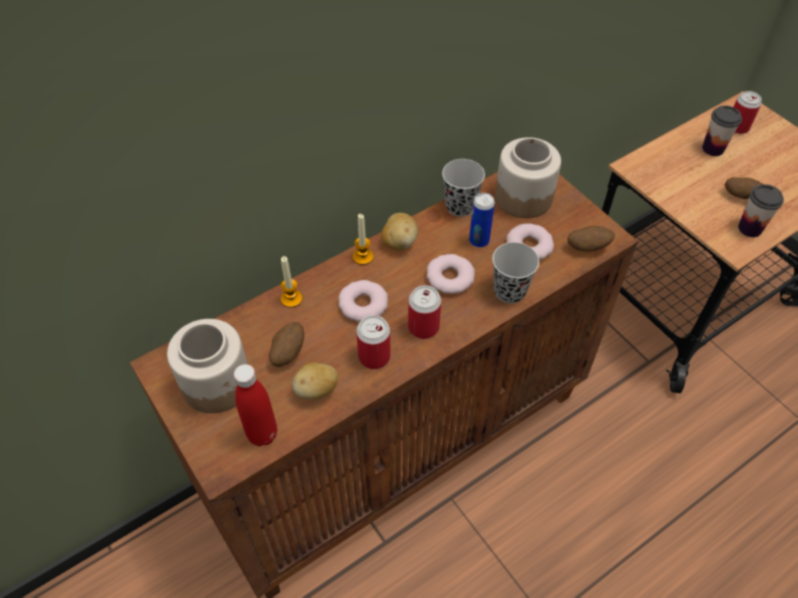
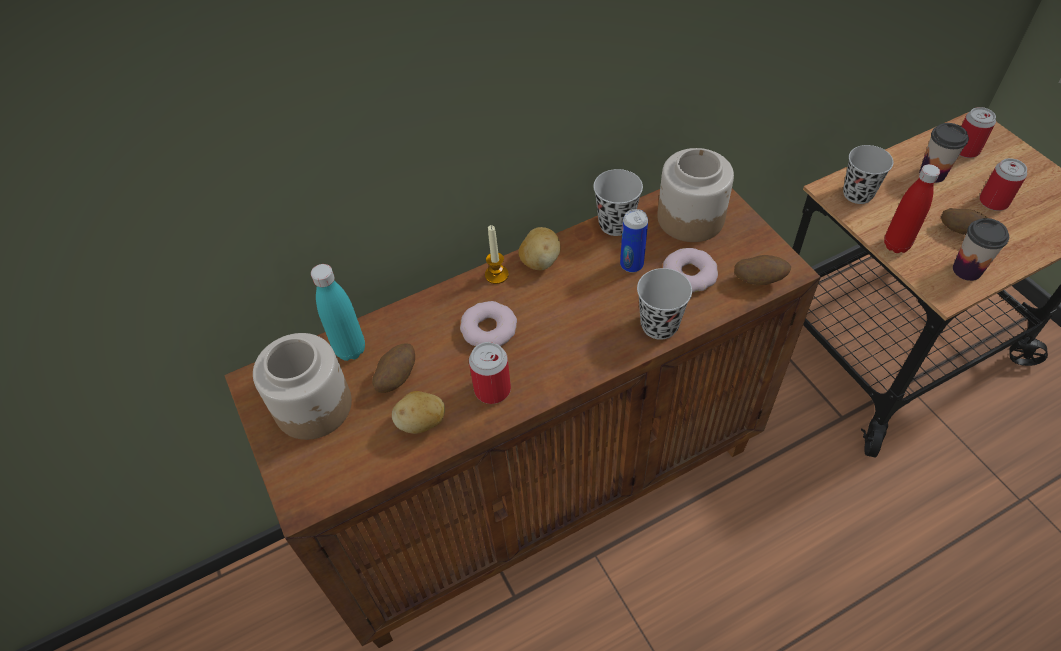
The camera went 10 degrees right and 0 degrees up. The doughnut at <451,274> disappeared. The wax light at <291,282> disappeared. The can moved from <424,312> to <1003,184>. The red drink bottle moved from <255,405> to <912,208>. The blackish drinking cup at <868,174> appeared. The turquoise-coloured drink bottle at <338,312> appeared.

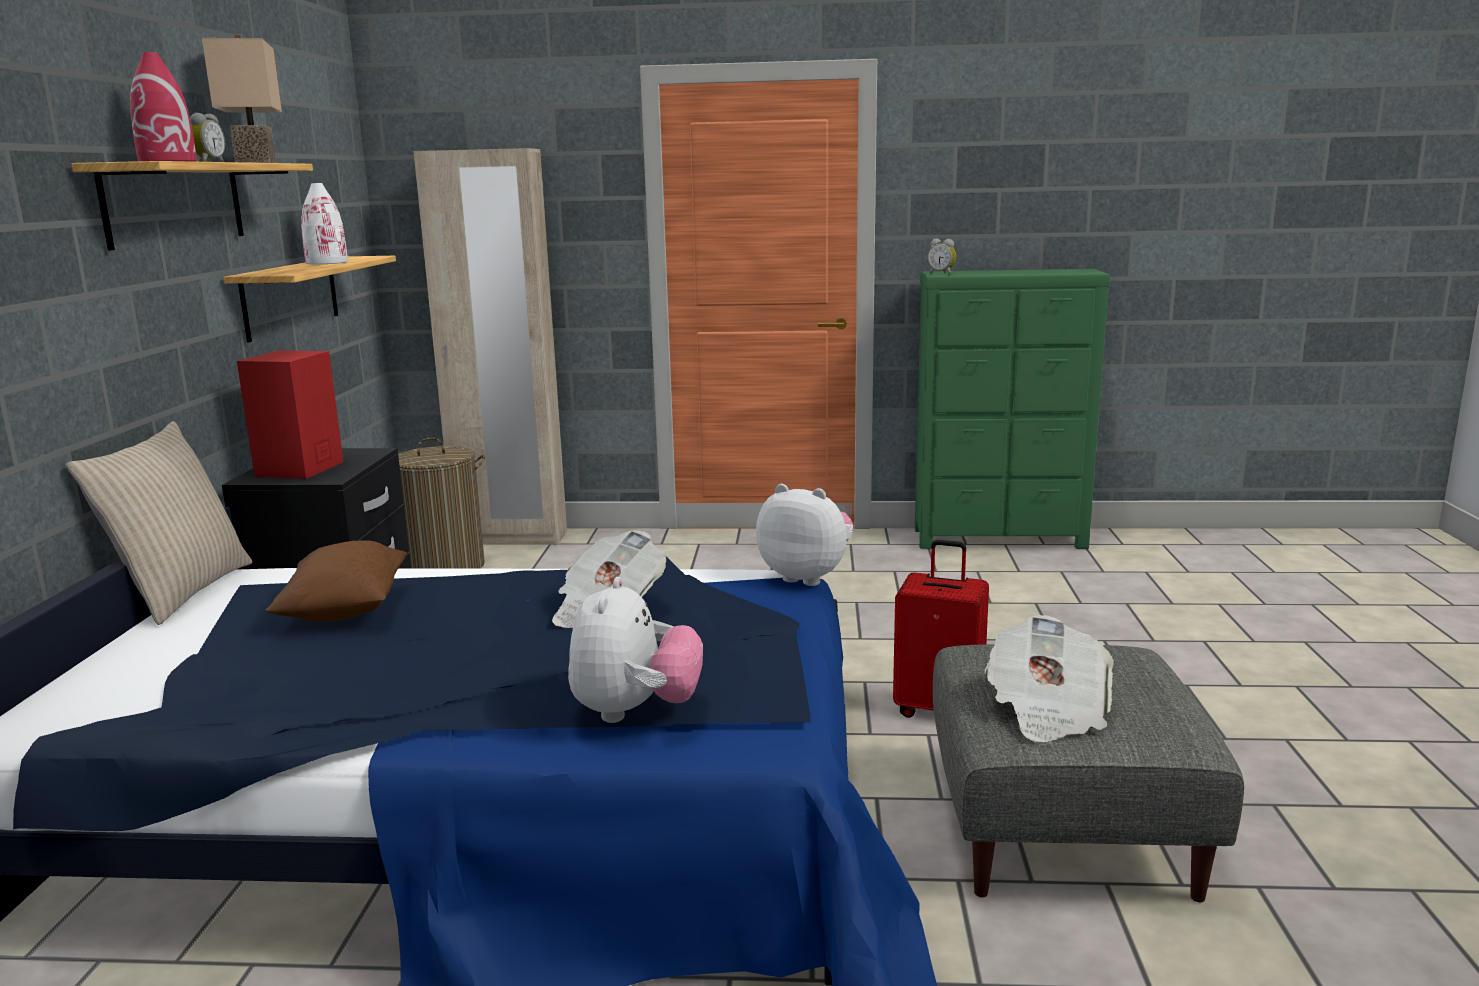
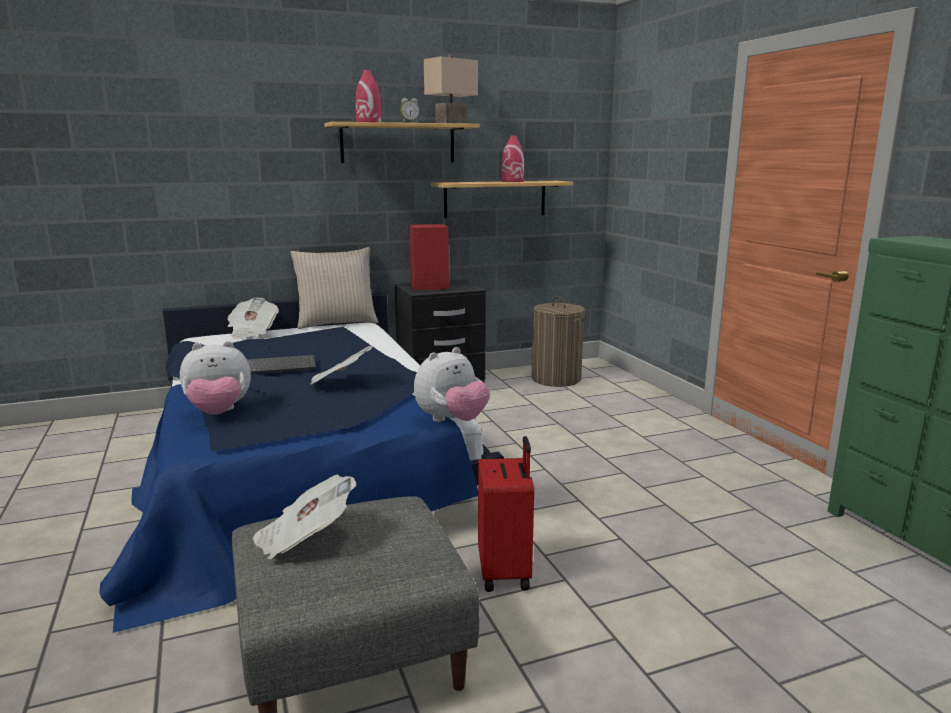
The camera went 65 degrees right and 0 degrees up. The beige-coloured armoire at <490,346> disappeared. The whitish flower vase at <324,223> became the red flower vase at <512,158>. The table clock at <942,256> disappeared. The soft toy at <805,535> turned 45 degrees clockwise. The brown throw pillow at <336,581> disappeared. The daily paper at <253,318> appeared. The computer keyboard at <281,364> appeared.

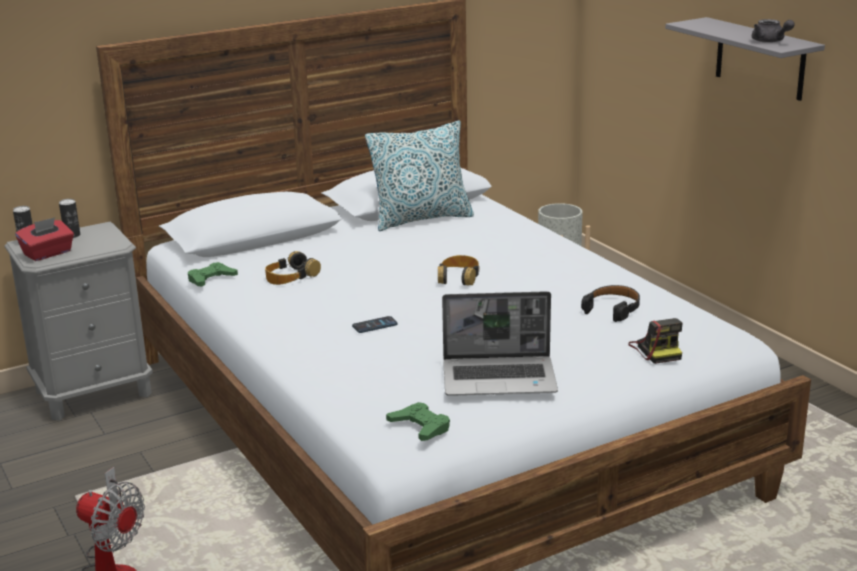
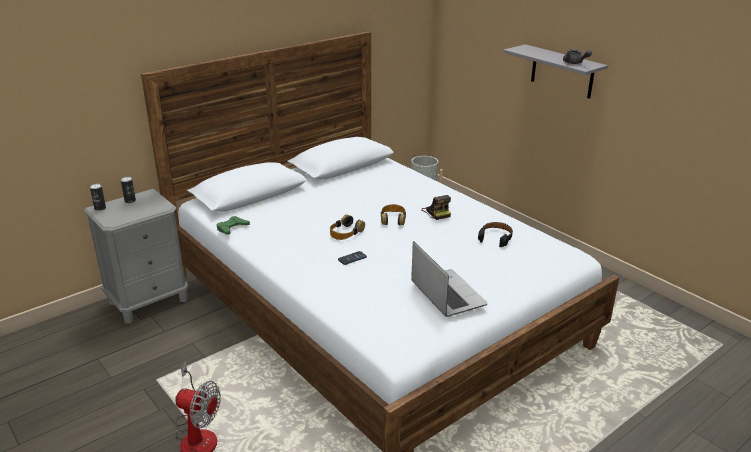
The camera went 10 degrees left and 5 degrees up. The throw pillow at <419,175> disappeared. The red tissue holder at <44,239> disappeared. The headphones moved from <293,268> to <347,227>. The laptop at <500,343> turned 105 degrees counterclockwise. The still camera moved from <655,341> to <436,207>. The greenish joypad at <418,421> disappeared.

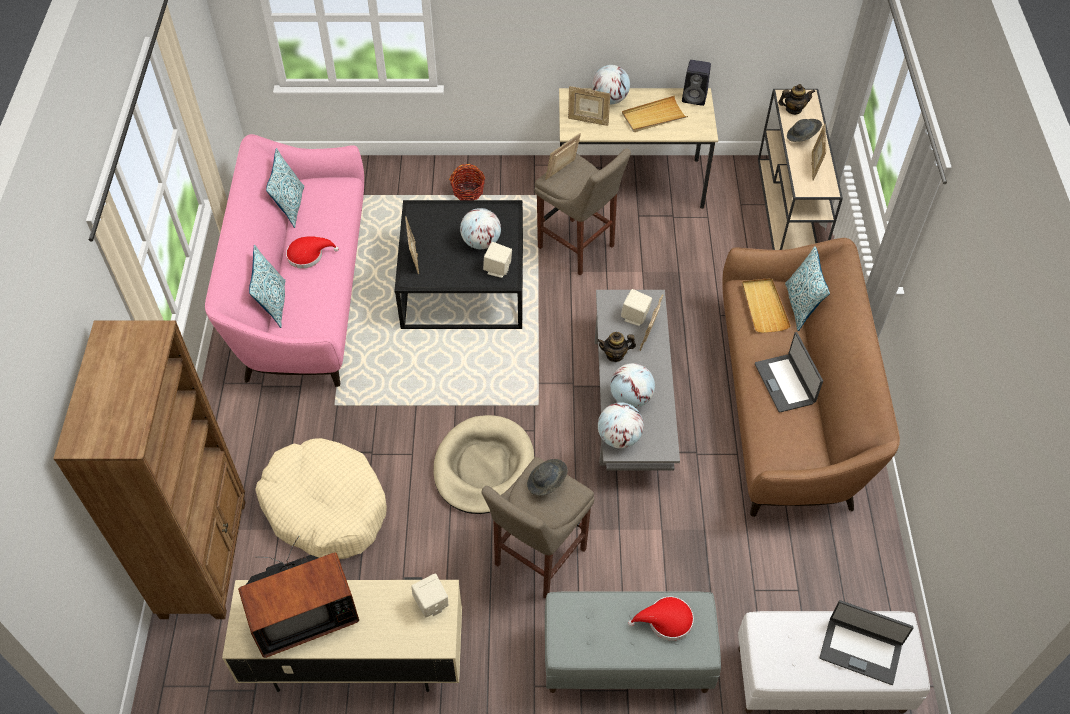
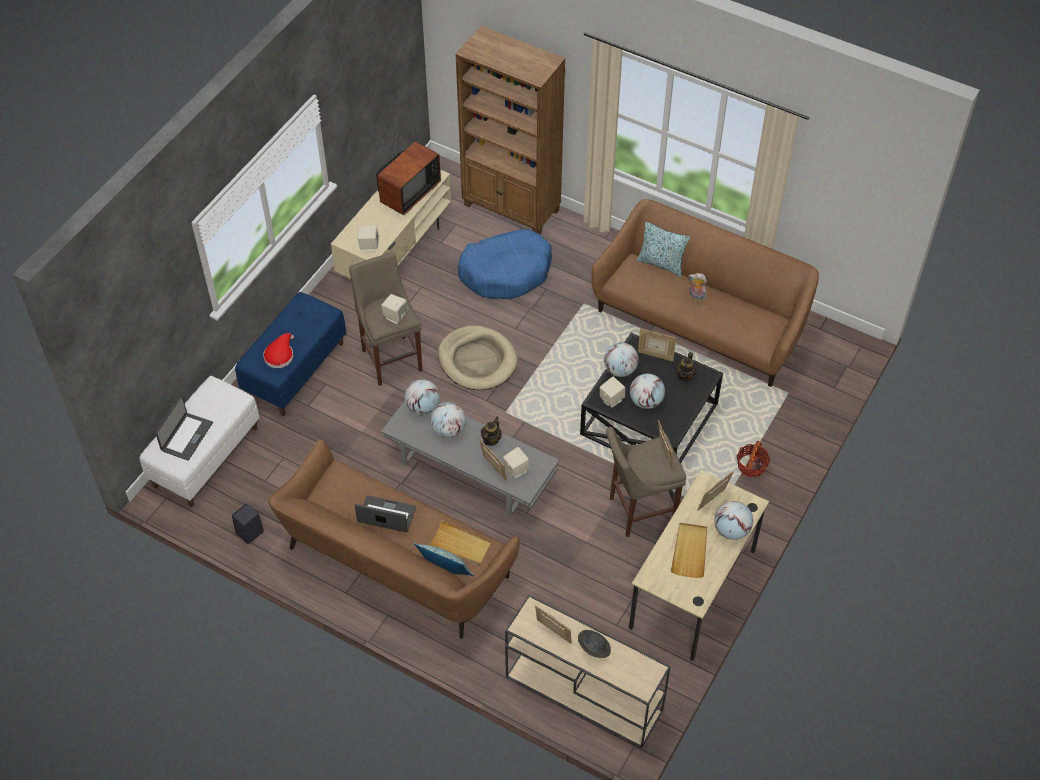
The camera went 120 degrees right and 0 degrees up. The blackish loudspeaker moved from <696,83> to <248,523>. The tea pot moved from <796,99> to <685,367>. The pink sofa at <284,260> became the brown sofa at <705,293>. The throw pillow at <285,188> disappeared. The red clothing hat at <312,252> was replaced by the soft toy at <698,286>. The beige-coloured dog bed at <321,498> became the blue-coloured dog bed at <505,264>. The grey clothing hat at <547,477> was replaced by the beige-coloured loudspeaker at <394,309>. The television at <298,597> turned 150 degrees counterclockwise. The grey bench at <633,642> became the blue-coloured bench at <290,354>. The laptop at <866,642> turned 150 degrees clockwise. The desk globe at <621,359> appeared.

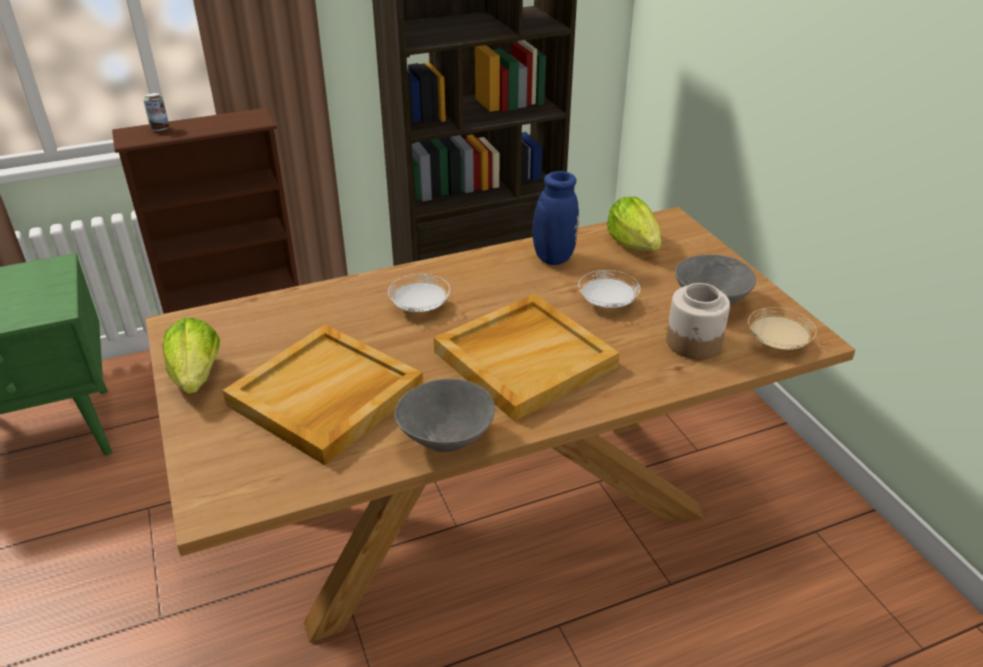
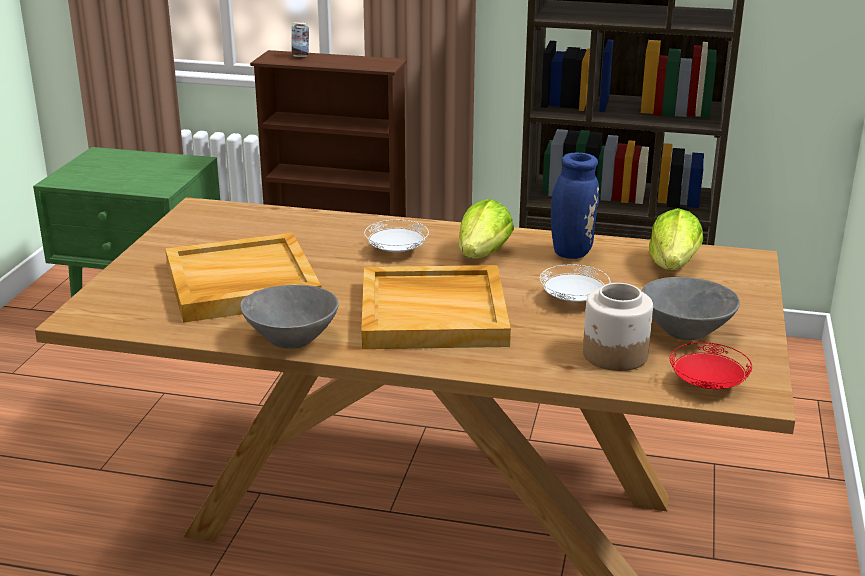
The camera went 35 degrees right and 10 degrees down. The beige-coloured flat dish at <782,328> became the red flat dish at <711,365>. The lettuce moved from <191,356> to <486,228>.

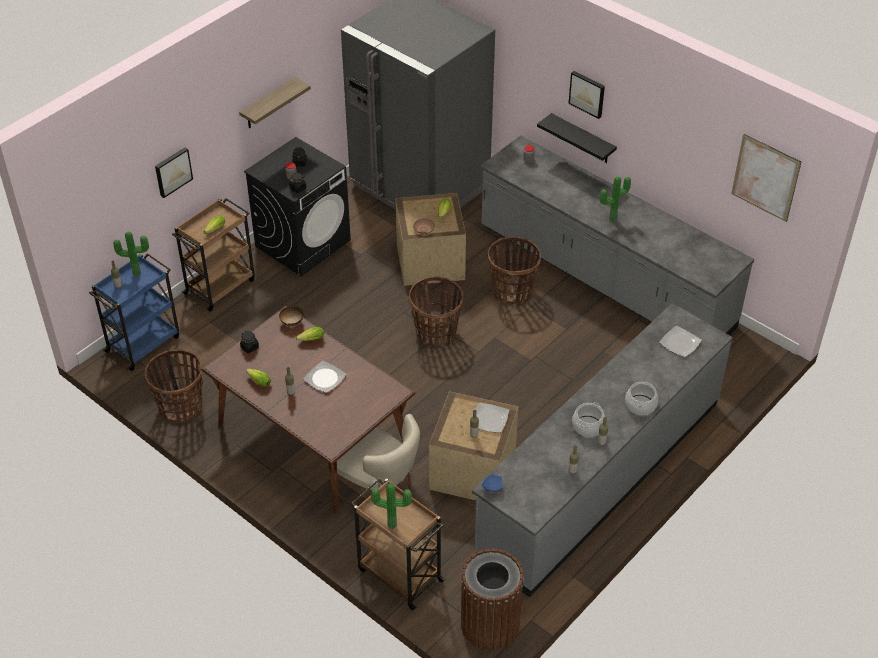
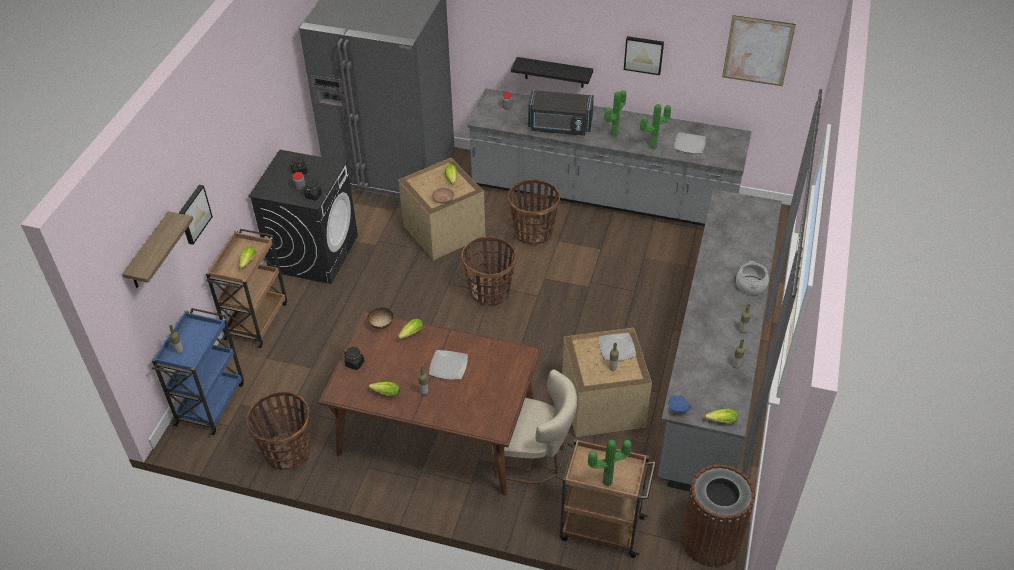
The camera went 25 degrees left and 0 degrees up. The wall art moved from <586,95> to <644,55>. The wall shelf moved from <275,103> to <157,249>. The potted plant moved from <131,254> to <655,127>. The flat dish moved from <680,341> to <690,142>. The saucepot at <588,419> disappeared. The blackish kitchen microwave at <561,113> appeared. The lettuce at <721,416> appeared.

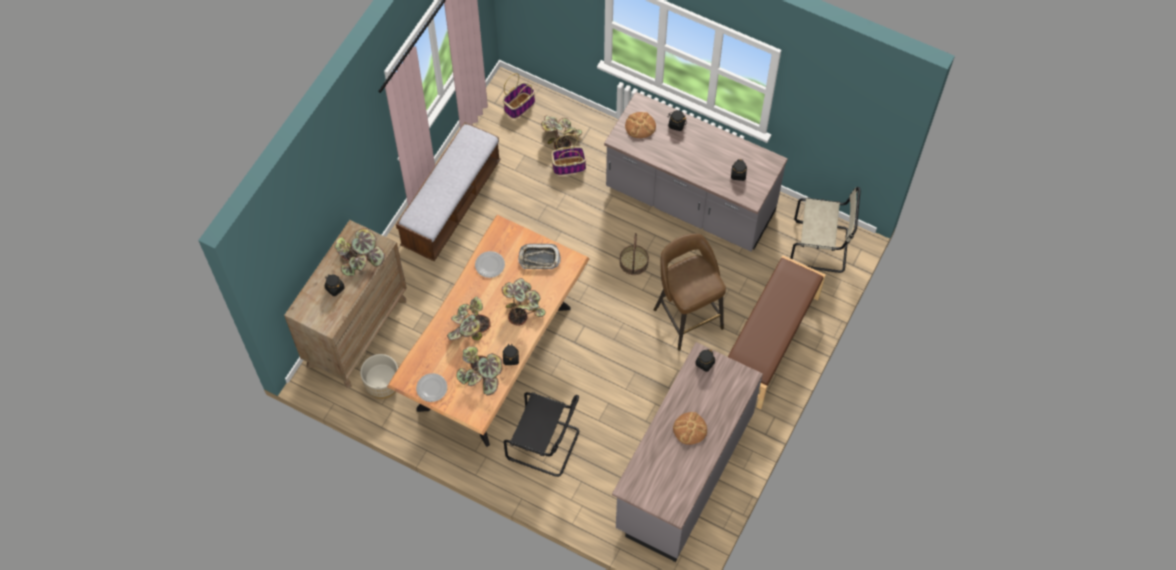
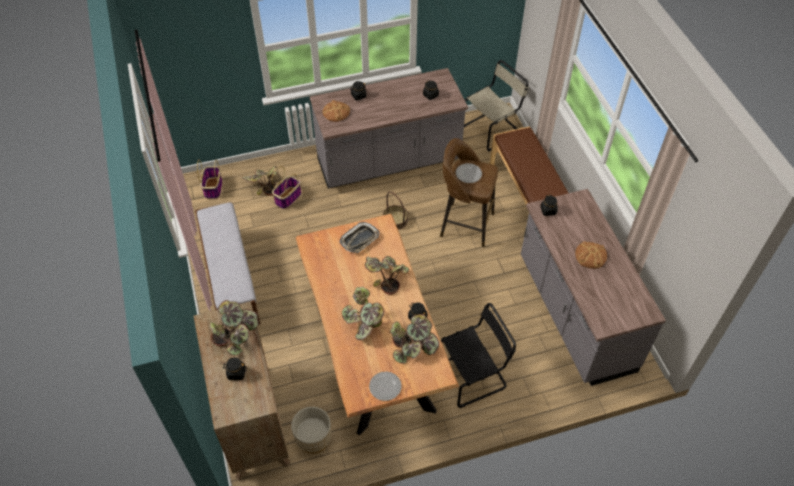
The camera went 45 degrees left and 10 degrees down. The flat dish moved from <490,264> to <468,173>.

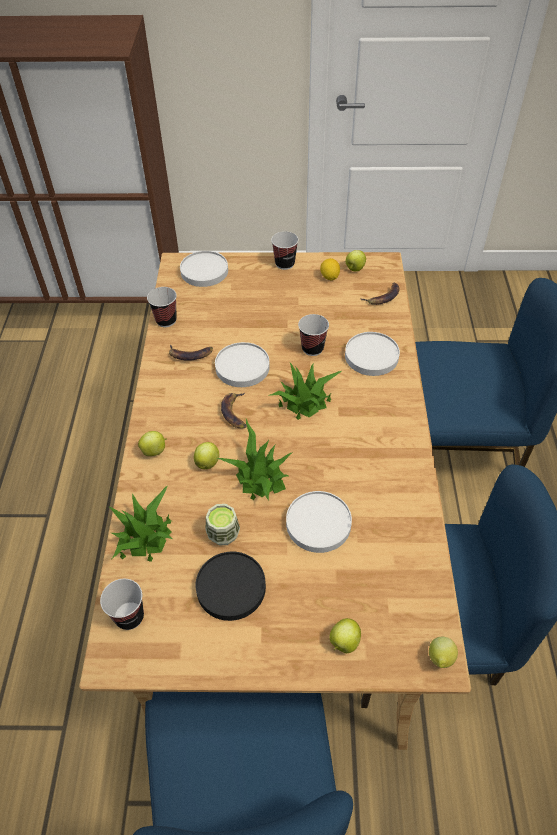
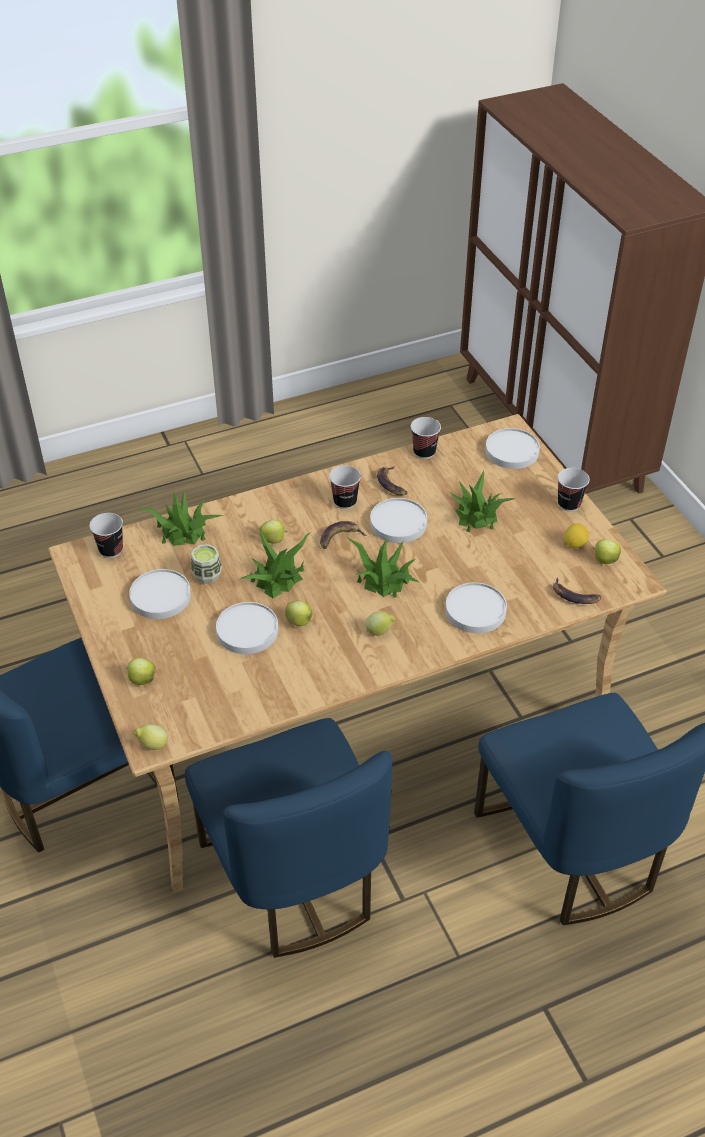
The camera went 65 degrees right and 5 degrees down. The drinking cup moved from <313,335> to <345,487>. The apple moved from <152,443> to <298,613>. The blackish flat dish at <231,586> became the whitish flat dish at <160,594>. The potted plant at <482,501> appeared. The citrus fruit at <380,623> appeared.

